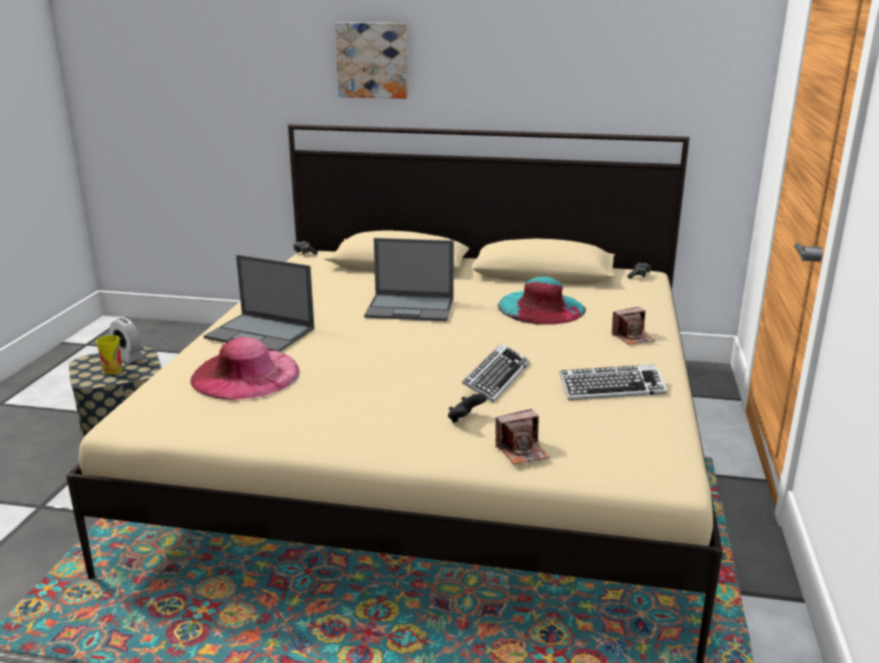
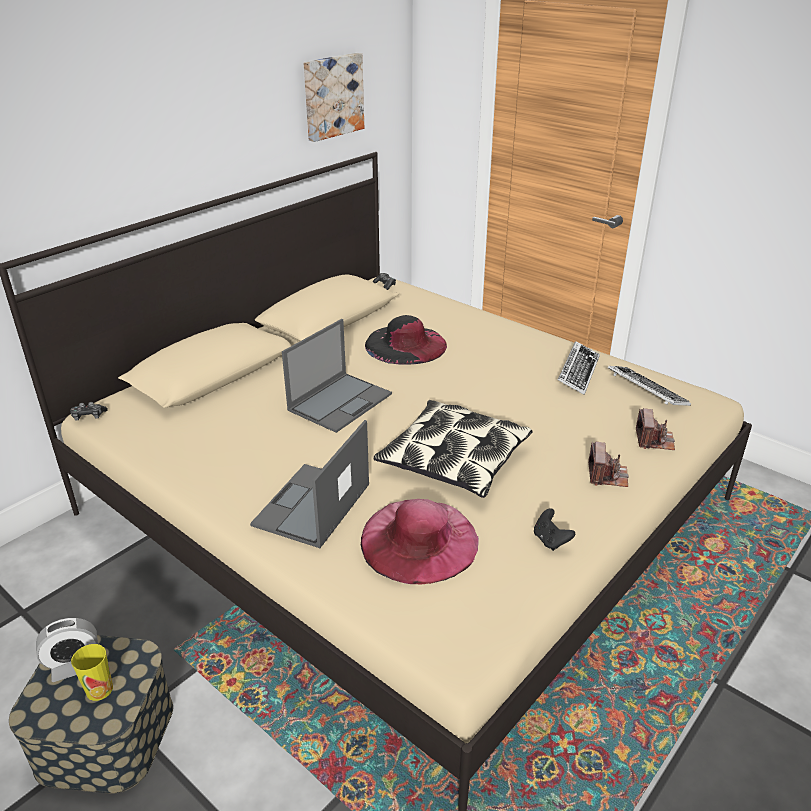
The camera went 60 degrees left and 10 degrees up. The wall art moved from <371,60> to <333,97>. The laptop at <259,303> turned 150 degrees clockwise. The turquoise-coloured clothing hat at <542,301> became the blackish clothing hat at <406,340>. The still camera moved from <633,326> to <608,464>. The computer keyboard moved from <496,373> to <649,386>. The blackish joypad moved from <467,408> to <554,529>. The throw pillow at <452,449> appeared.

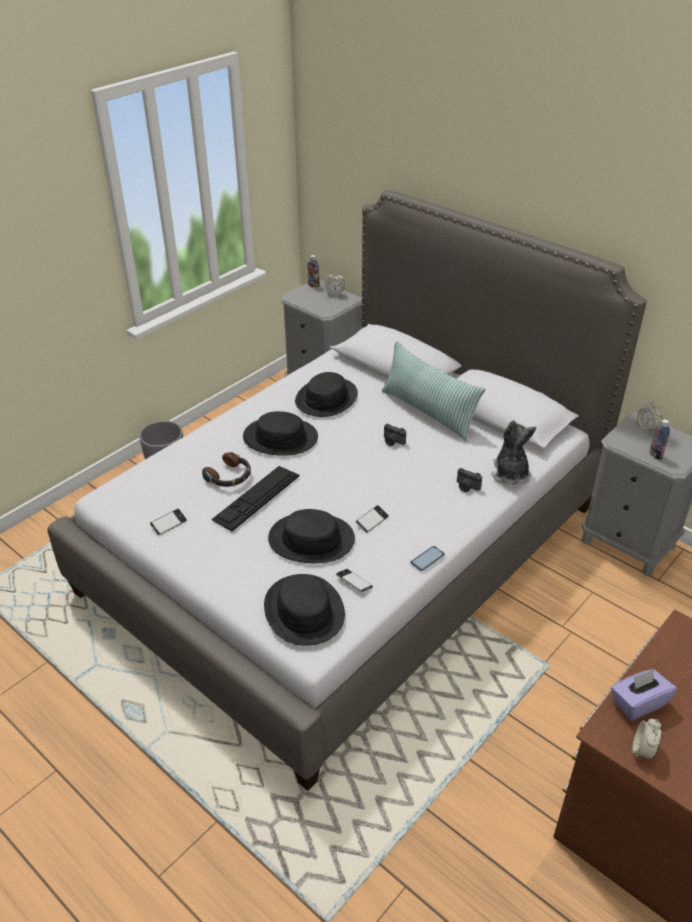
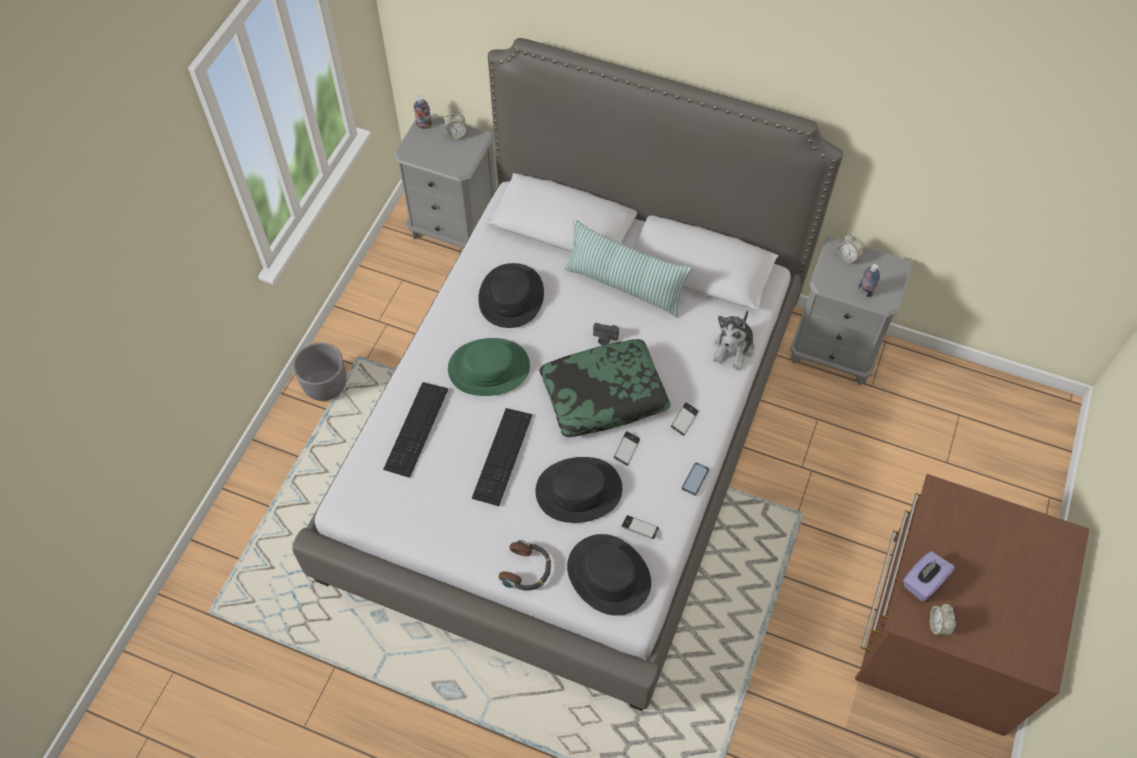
The camera went 20 degrees left and 20 degrees up. The blackish clothing hat at <280,433> became the greenish clothing hat at <489,367>. The soft toy at <513,452> turned 135 degrees counterclockwise. The headphones moved from <226,469> to <525,565>. The still camera at <469,480> disappeared. The handset moved from <168,522> to <684,419>. The throw pillow at <604,388> appeared. The computer keyboard at <415,430> appeared.

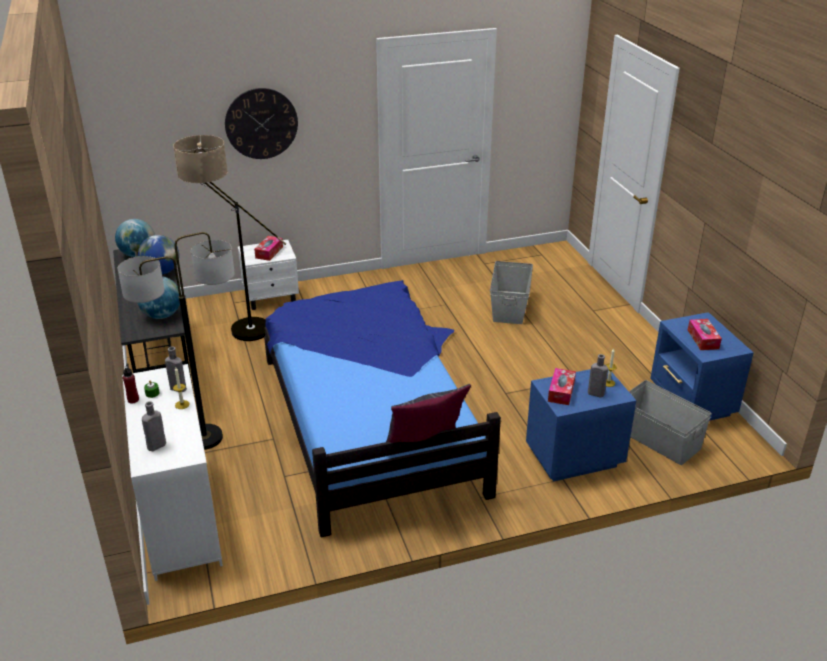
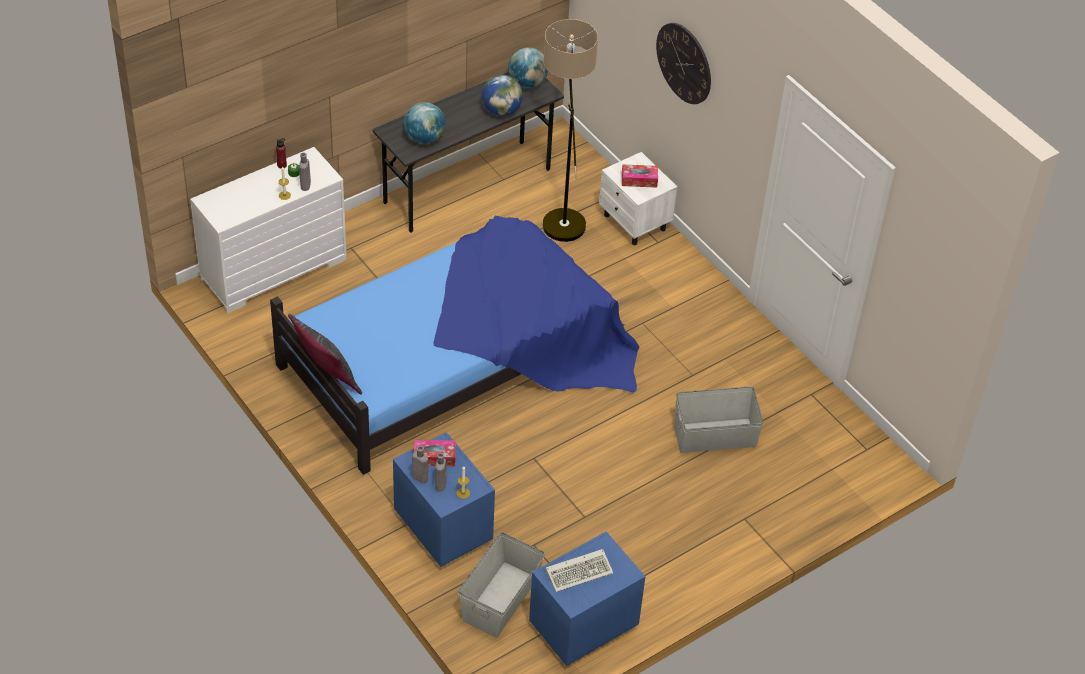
The camera went 70 degrees right and 15 degrees up. The floor lamp at <176,341> disappeared. The tissue holder at <705,334> was replaced by the computer keyboard at <579,570>. The grey drink bottle moved from <154,426> to <420,464>.

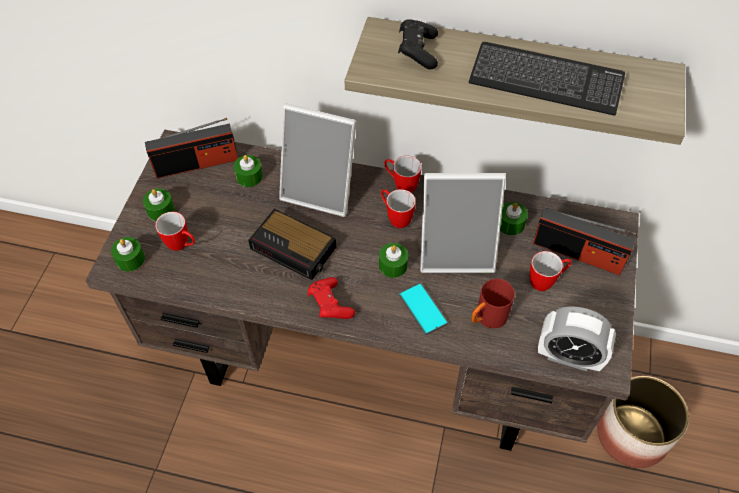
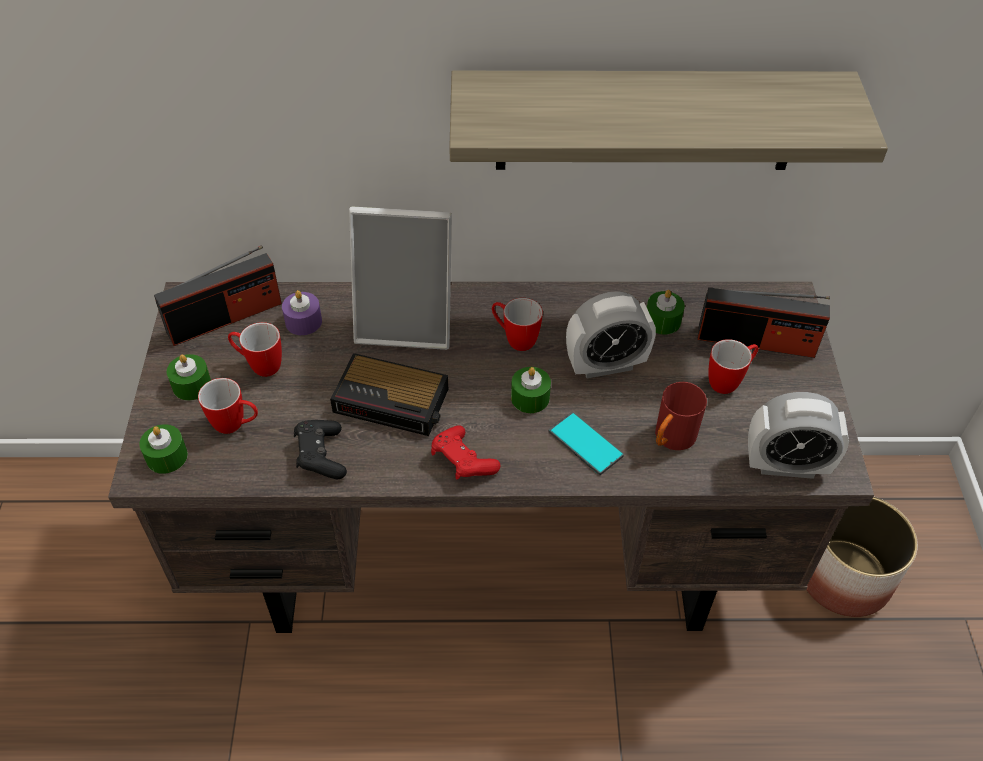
The camera went 15 degrees left and 5 degrees down. The blackish joypad moved from <418,44> to <320,449>. The computer keyboard at <547,79> disappeared. The greenish wax light at <248,171> became the purple-coloured wax light at <302,312>. The tea mug moved from <403,174> to <255,349>. The standing frame at <463,223> was replaced by the table clock at <611,334>.

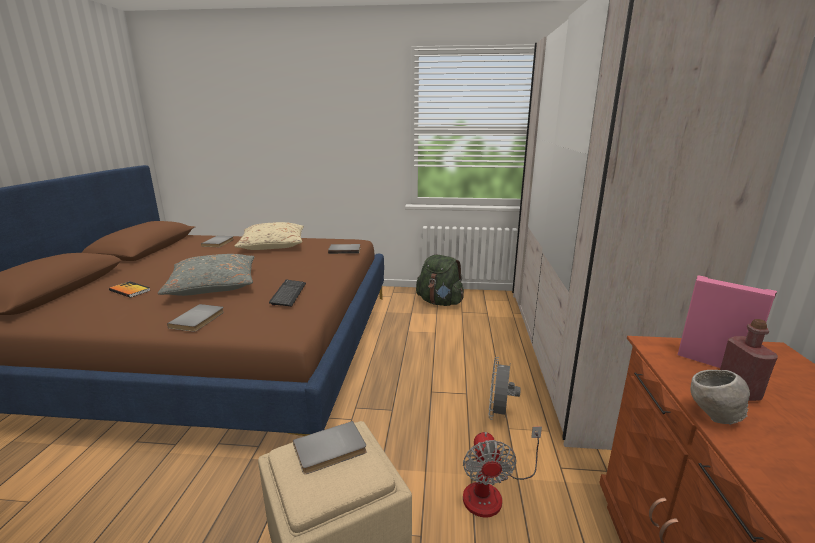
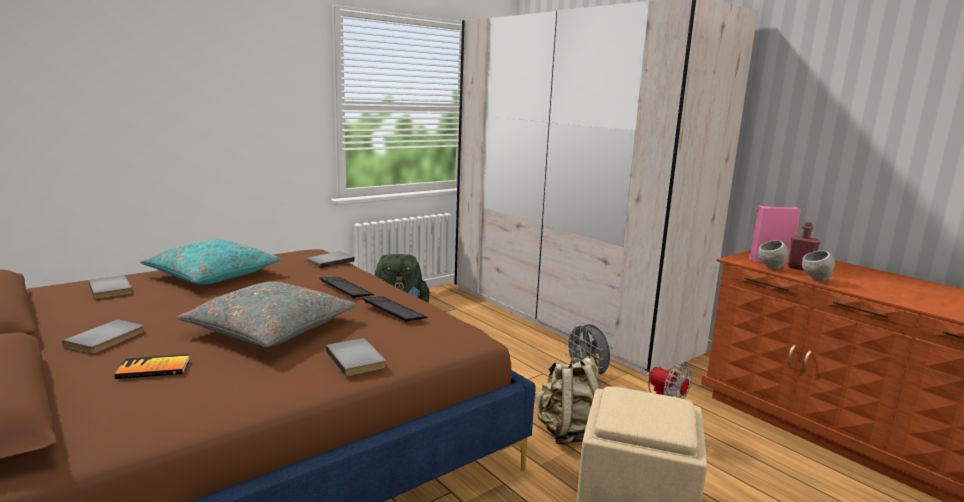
The camera went 45 degrees left and 5 degrees down. The beige-coloured throw pillow at <269,236> became the turquoise-coloured throw pillow at <210,262>. The grey volume moved from <330,447> to <103,336>. The grey serving bowl at <773,255> appeared. The computer keyboard at <347,288> appeared. The beige-coloured rucksack at <568,401> appeared.

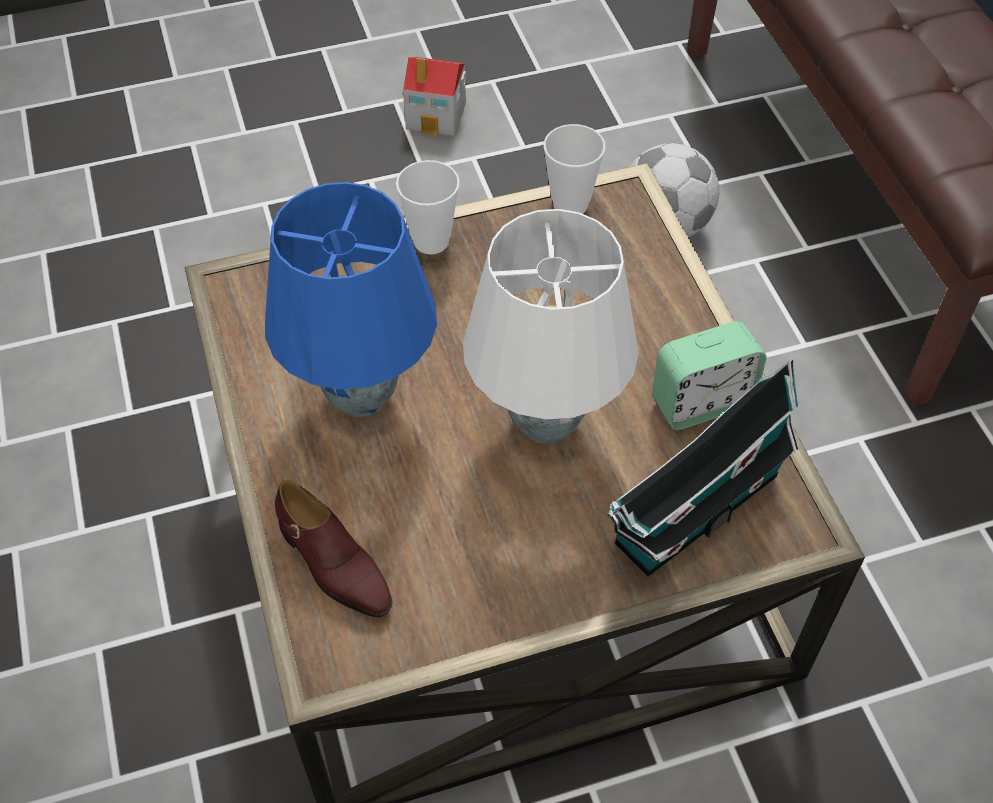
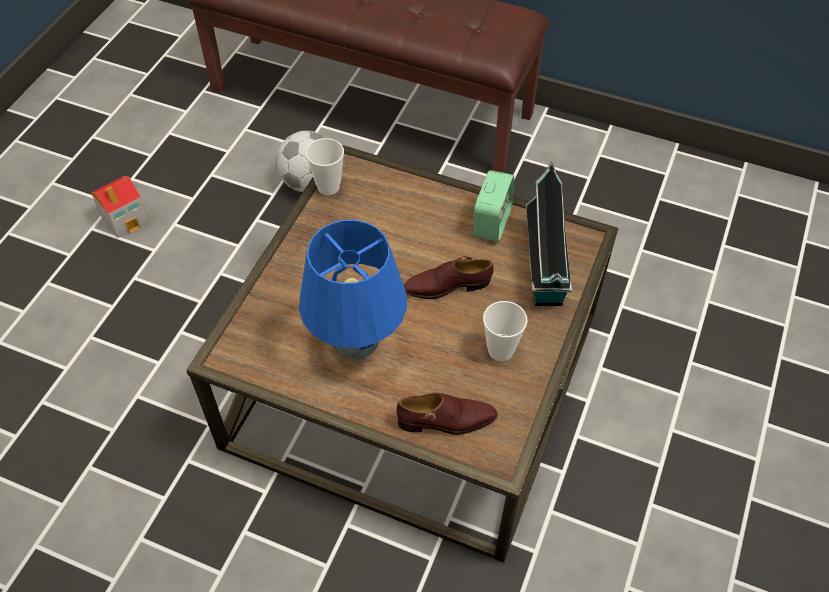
The camera went 50 degrees left and 0 degrees up. The drinking cup moved from <428,207> to <505,331>. The whitish lamp for a table at <551,326> was replaced by the brown item of footwear at <449,277>.

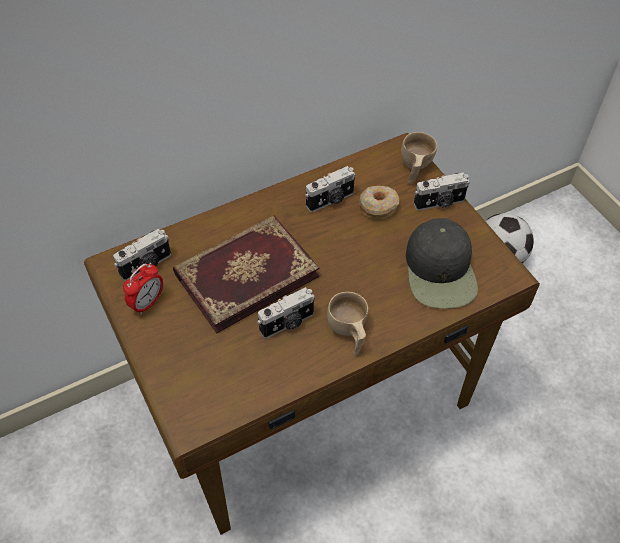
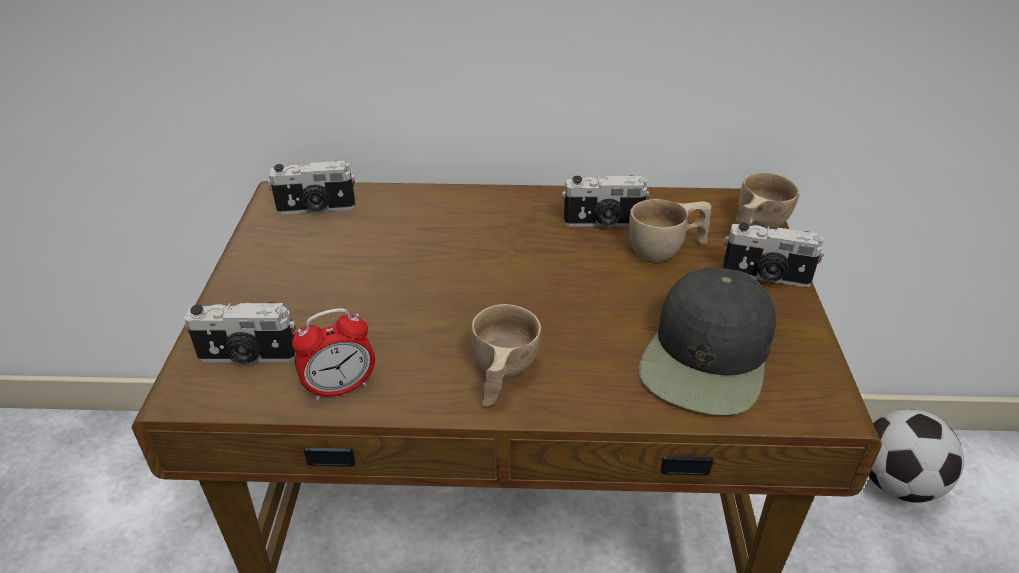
The camera went 30 degrees right and 15 degrees down. The doughnut at <379,202> was replaced by the beige-coloured drinking cup at <670,230>. The volume at <246,274> disappeared. The table clock moved from <143,289> to <333,354>. The still camera moved from <286,312> to <240,333>.

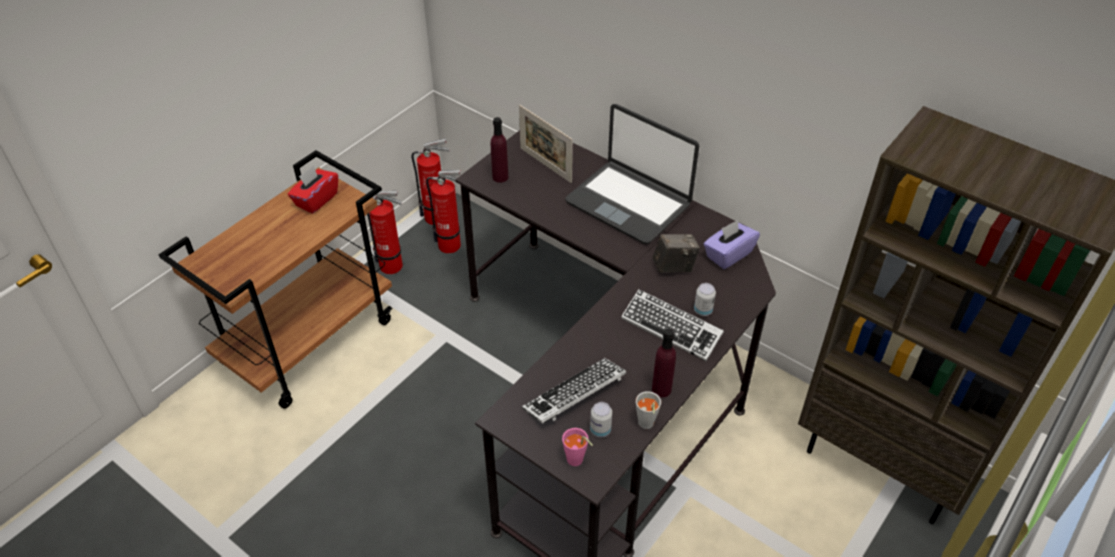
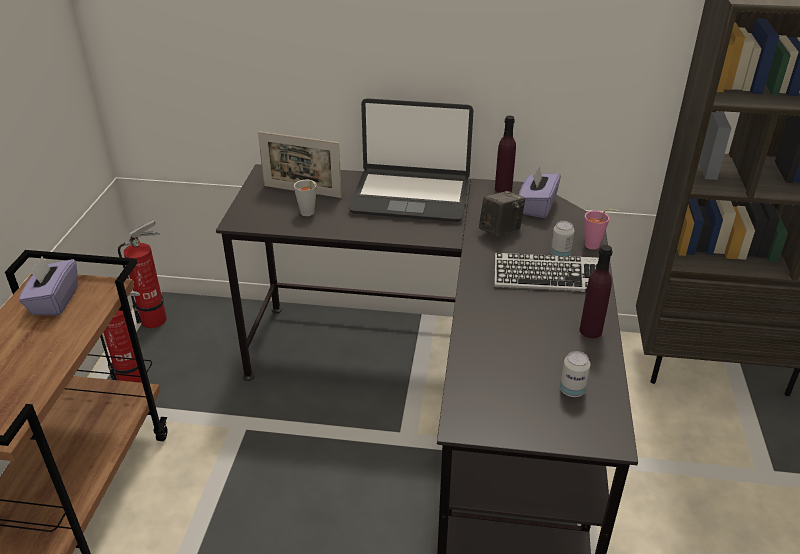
The camera went 30 degrees left and 10 degrees down. The purple-coloured drink bottle moved from <499,150> to <505,154>. The red tissue holder at <313,189> became the purple-coloured tissue holder at <48,286>. The fire extinguisher at <444,211> disappeared. The computer keyboard at <574,391> disappeared. The grey drinking cup moved from <648,410> to <305,198>. The pink drinking cup moved from <577,447> to <602,229>.

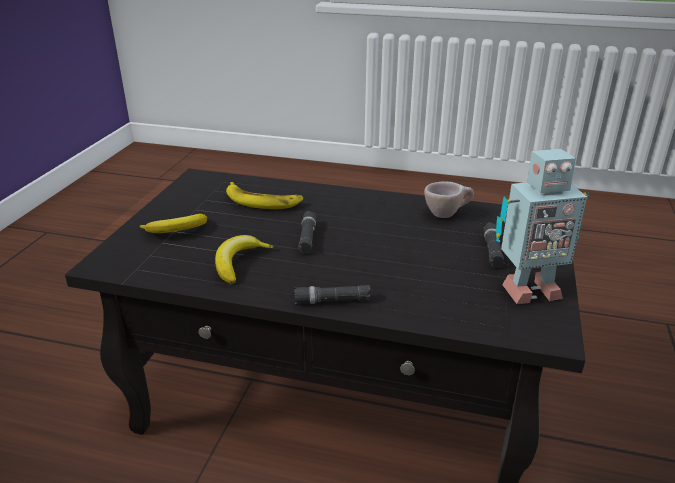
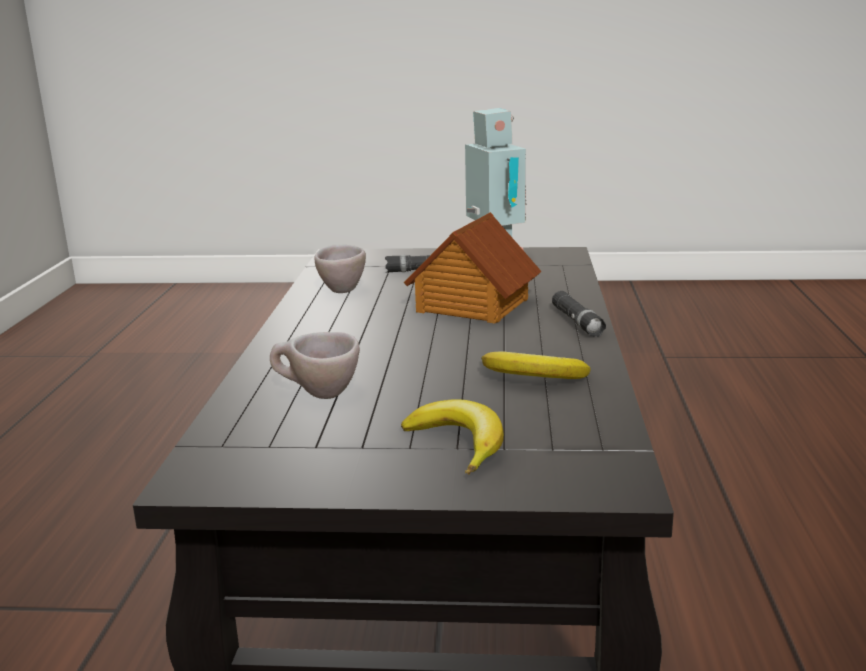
The camera went 100 degrees left and 10 degrees down. The whole banana at <264,195> was replaced by the beige-coloured drinking cup at <315,365>. The blackish flashlight at <307,232> disappeared. The model house at <473,268> appeared.

